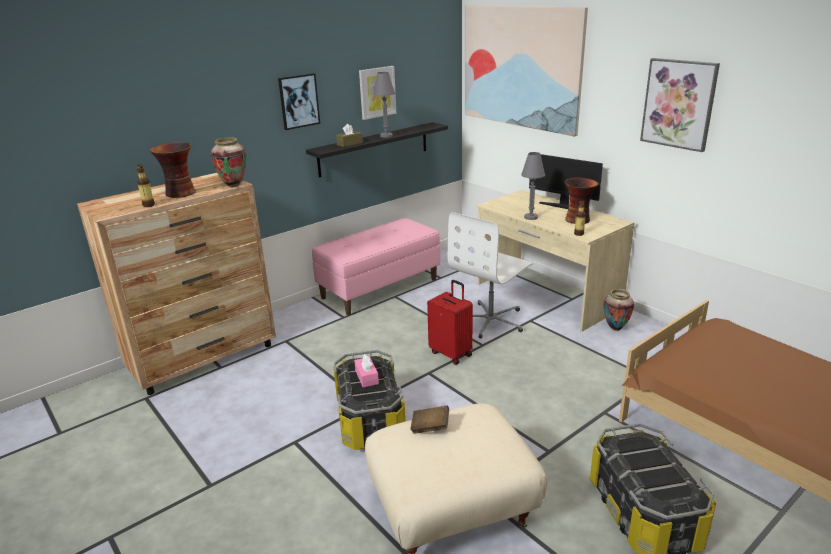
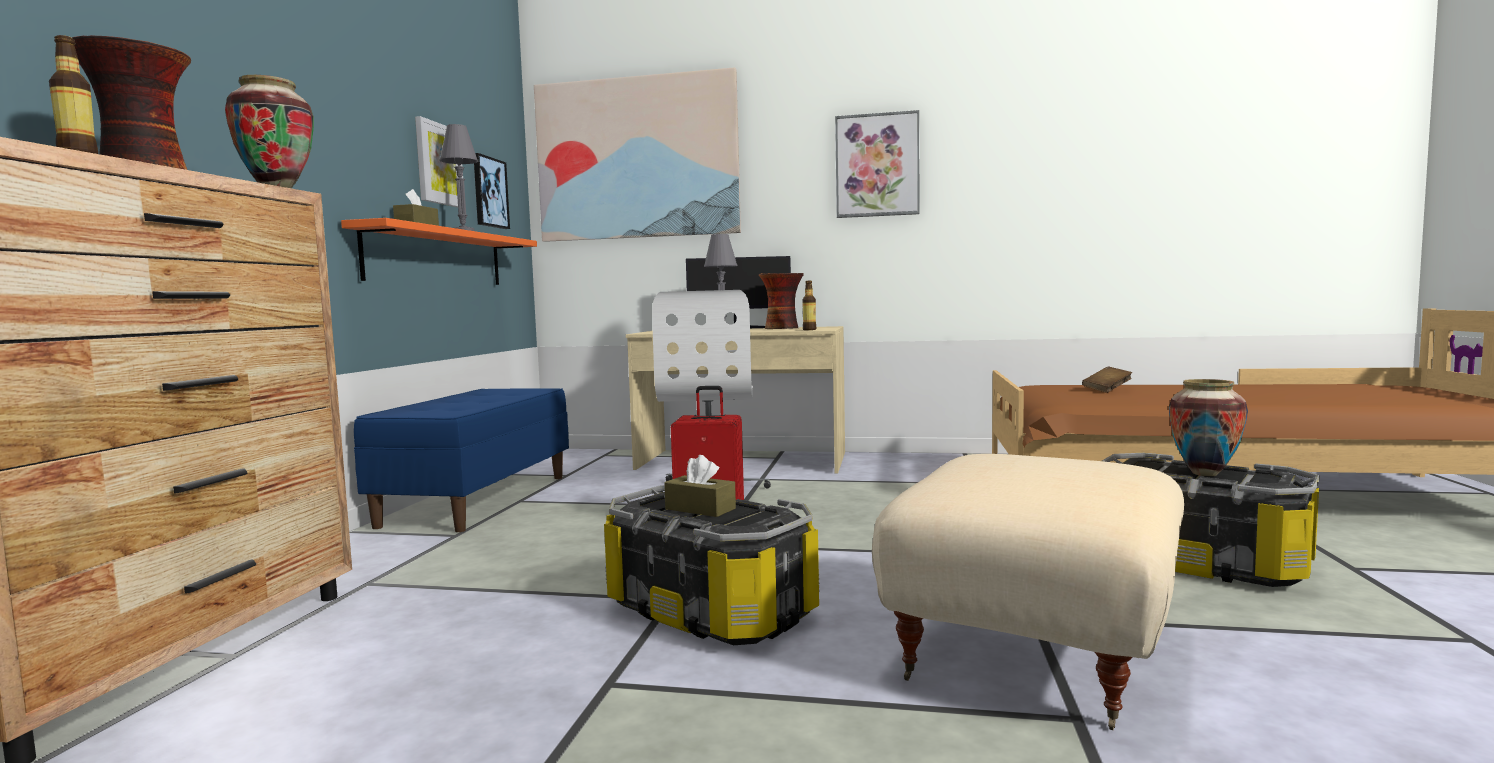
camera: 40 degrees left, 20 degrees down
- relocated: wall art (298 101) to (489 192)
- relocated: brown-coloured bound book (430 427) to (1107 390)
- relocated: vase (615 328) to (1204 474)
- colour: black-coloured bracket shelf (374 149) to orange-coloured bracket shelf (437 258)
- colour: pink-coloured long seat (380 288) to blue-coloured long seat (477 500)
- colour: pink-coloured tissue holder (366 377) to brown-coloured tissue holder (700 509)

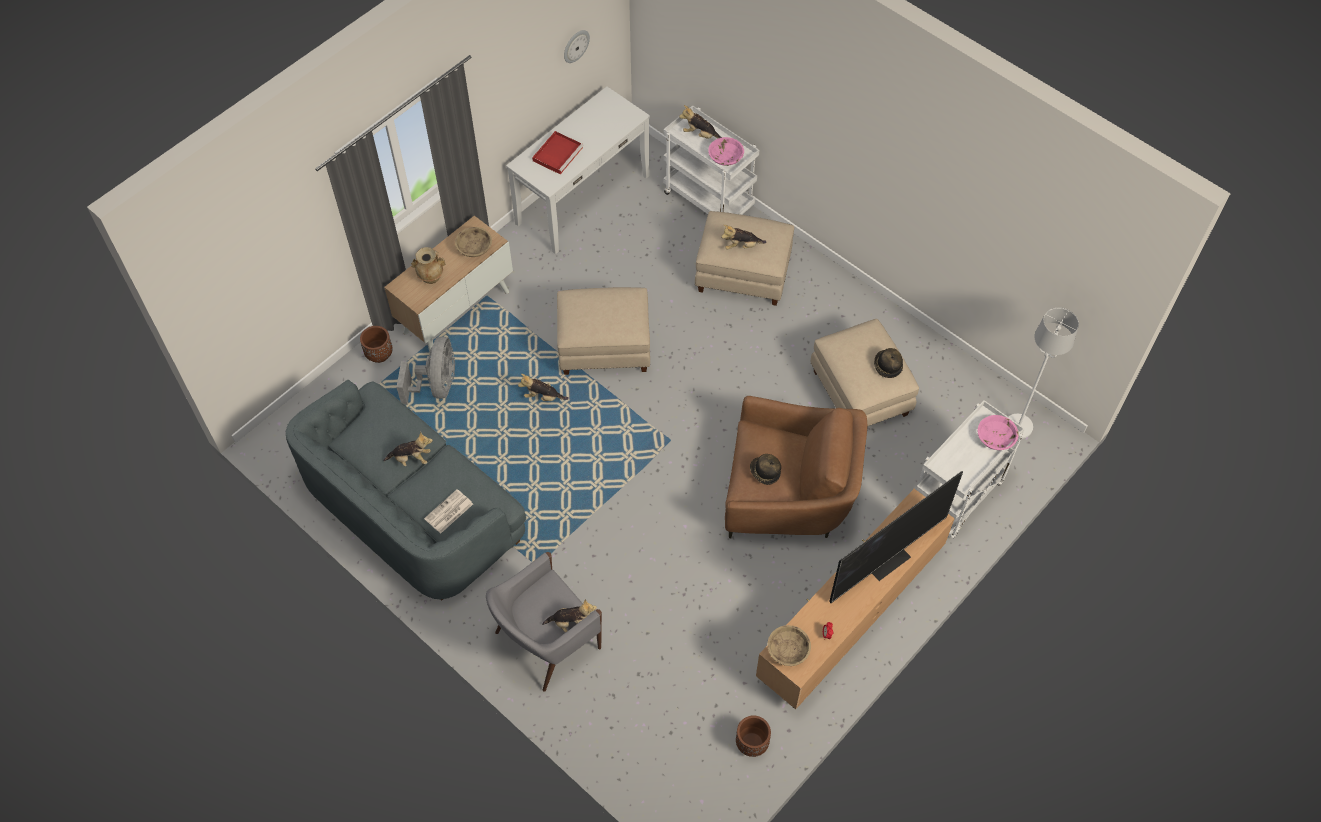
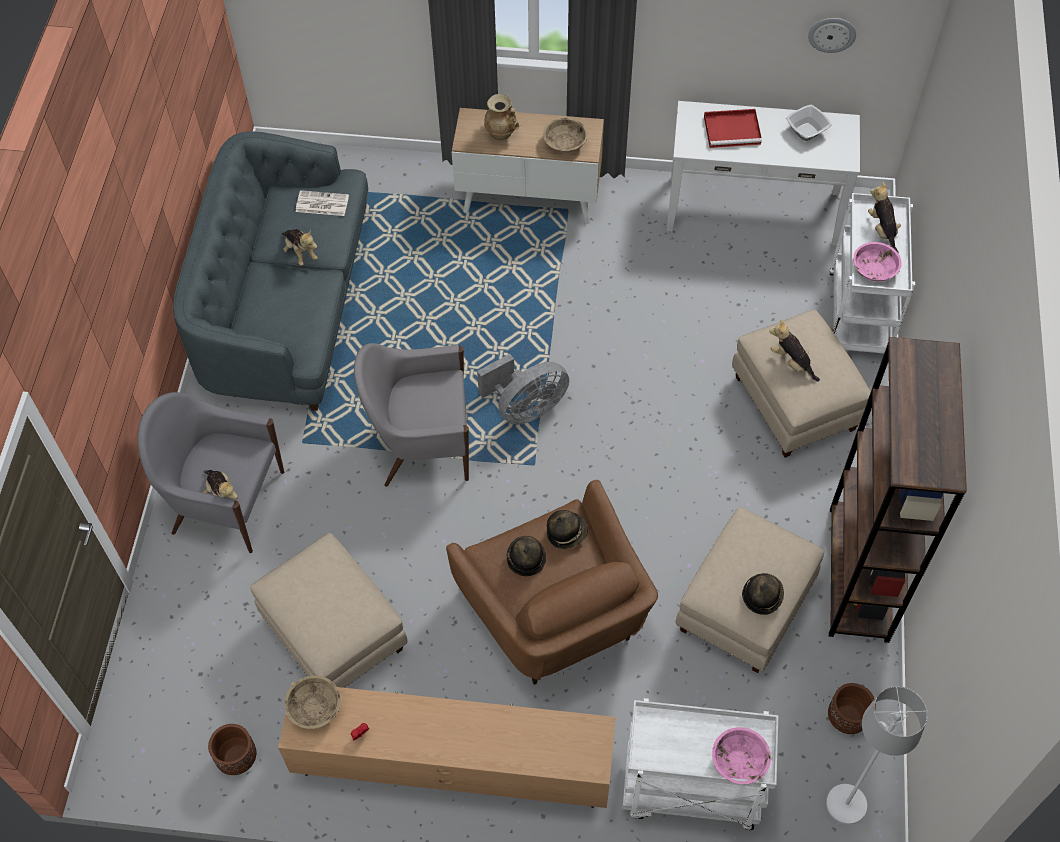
camera: 55 degrees right, 0 degrees up
- missing: plush toy (543 397)
- missing: TV set (887 559)
- appeared: greyish lounge chair (422 443)
- appeared: clothing hat (566 532)
- appeared: bowl (807 132)
- appeared: brown-coloured bookcase (858 574)
- relocated: brown-coloured flower pot (379 354) to (846 718)
- relocated: greyish cooling fan (436 386) to (526 408)
- relocated: newspaper (448 512) to (321 204)
- relocated: sand-coloured pouffe (605 346) to (336 633)

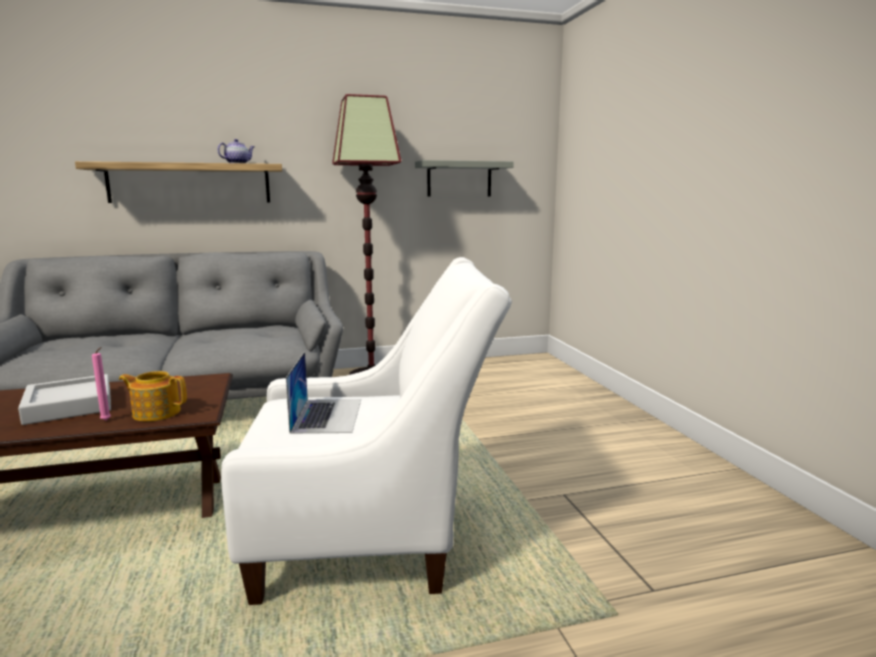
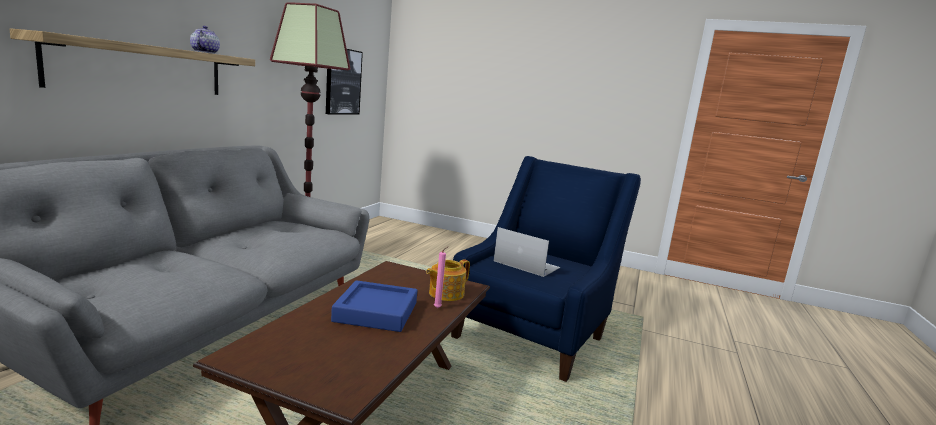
camera: 55 degrees left, 0 degrees up
- exchanged: greyish bracket shelf (459 179) to wall art (342 81)
- colour: greyish serving tray (69 406) to blue-coloured serving tray (376 312)
- colour: white lounge chair (372 535) to blue-coloured lounge chair (533 334)

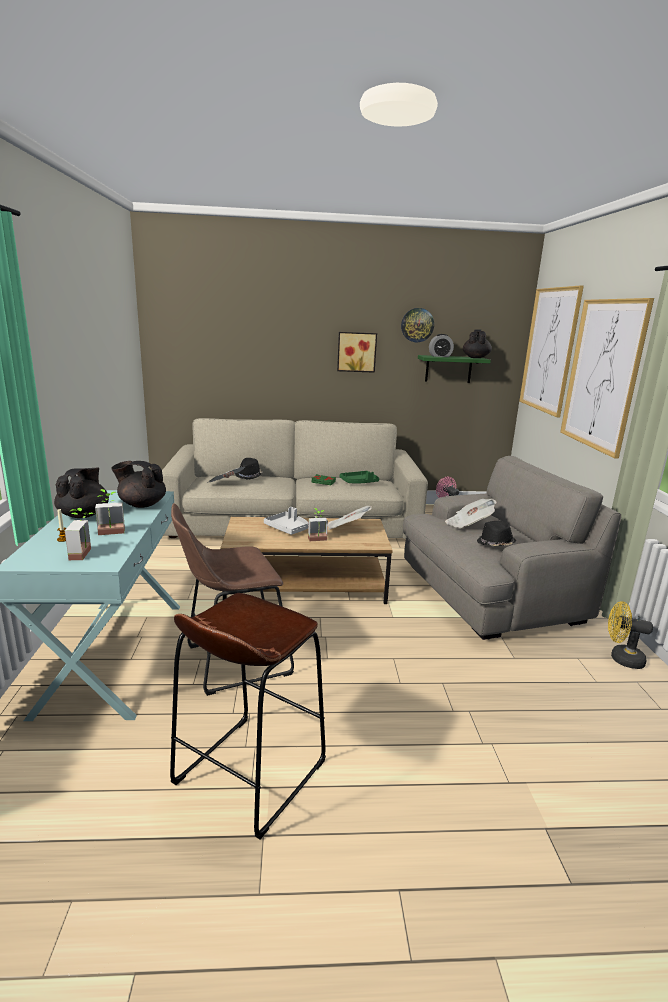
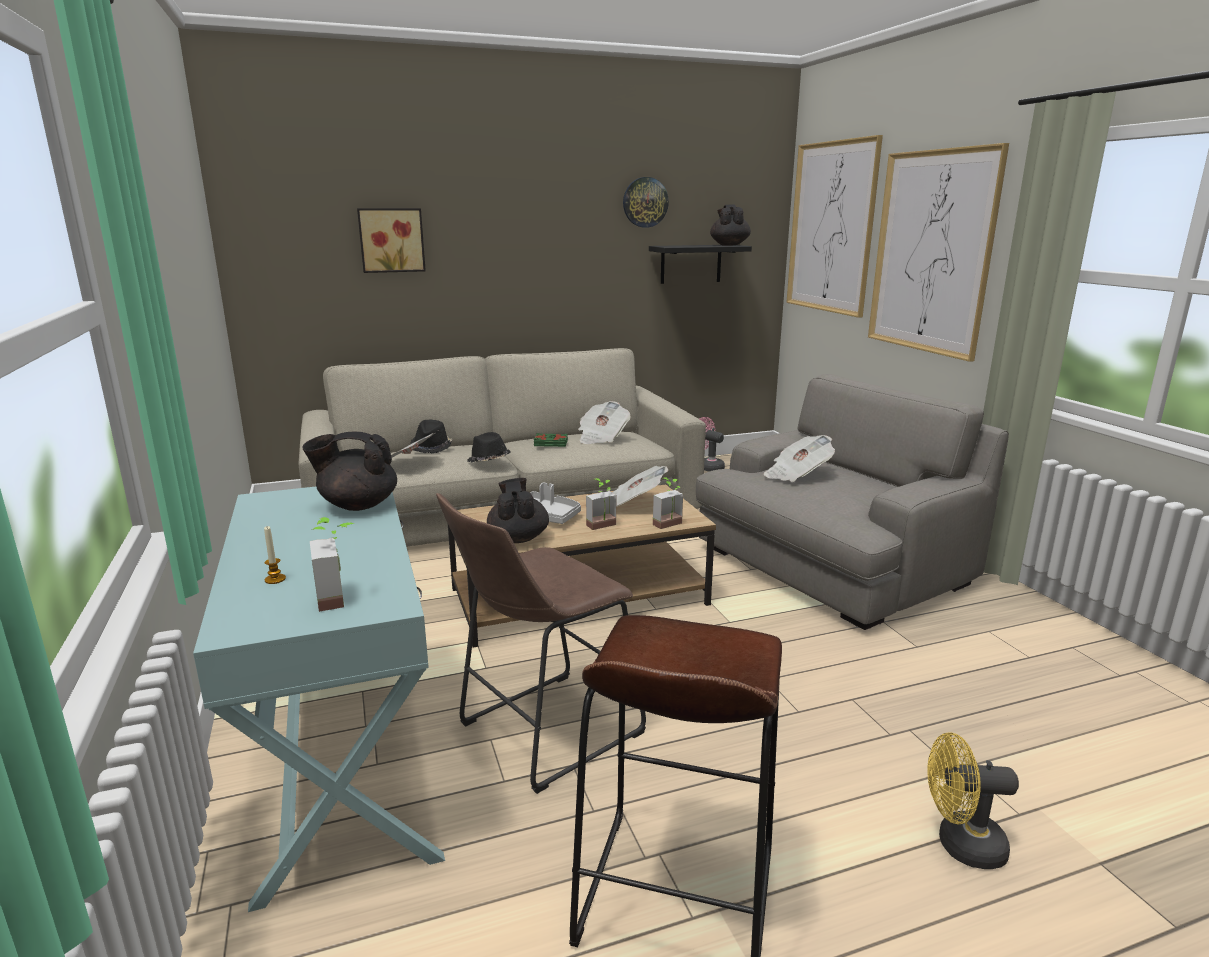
camera: 15 degrees left, 0 degrees up
- missing: table clock (440 356)
- relocated: black-coloured tea pot (84 514) to (518 538)
- relocated: plant in a pot (111 534) to (671 526)
- relocated: wall art (356 352) to (391 240)
- relocated: black-coloured clothing hat (495 544) to (488 460)
- relocated: yellowish cooling fan (621 658) to (960 845)
- exchanged: greenish serving tray (359 482) to newspaper (601 437)
- colour: greenish bracket shelf (448 369) to black-coloured bracket shelf (691 264)

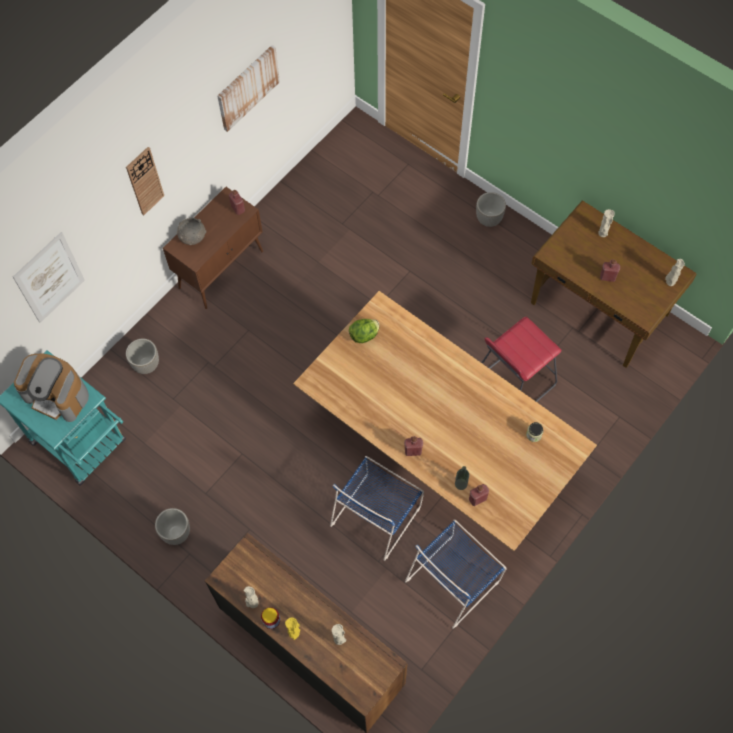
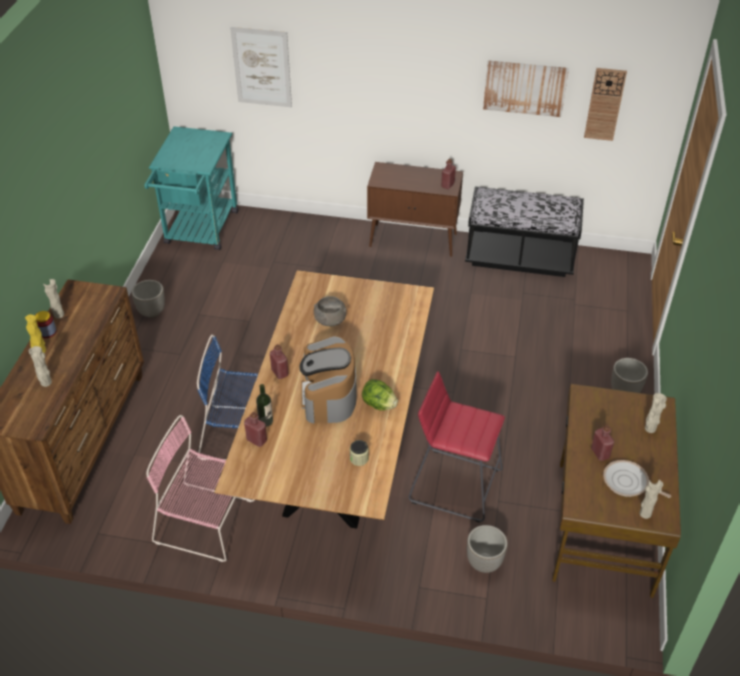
camera: 60 degrees right, 20 degrees down
- appeared: black-coloured long seat (520 257)
- appeared: pan (628 483)
- relocated: coffee machine (57 395) to (329 396)
- relocated: wall clock (144 181) to (604 104)
- relocated: flower pot (146 364) to (484 562)
- relocated: greyish bowl (192 236) to (330 320)
- relocated: lettuce (364 335) to (379 405)
- colour: blue-coloured chair (455 579) to pink-coloured chair (208 522)

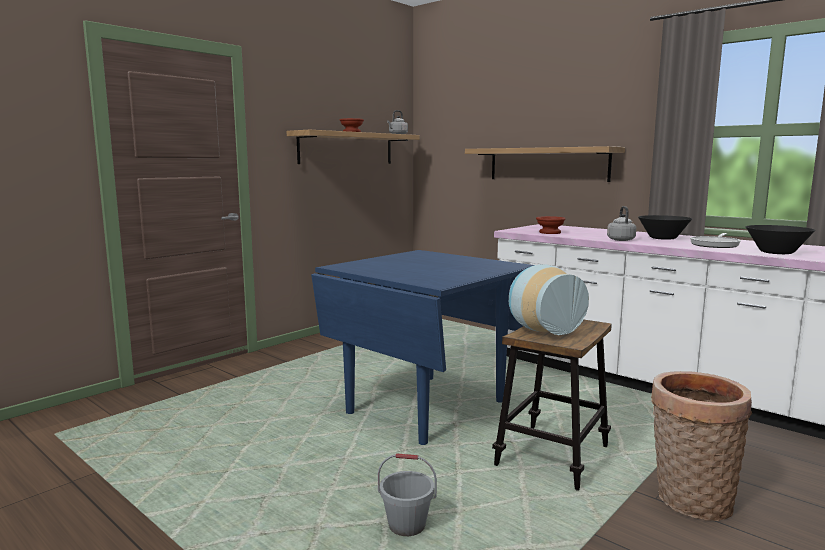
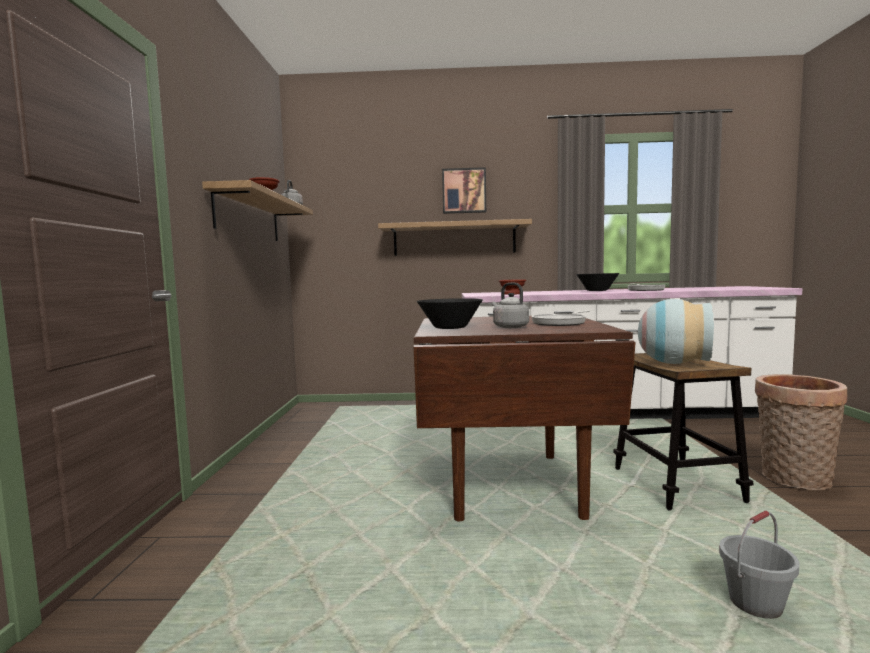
camera: 40 degrees left, 5 degrees down
- appeared: wall art (464 191)
- appeared: pan (561 323)
- relocated: greyish water kettle (620 239) to (509 327)
- relocated: black-coloured bowl (776 252) to (450 327)
- colour: blue-coloured kitchen table (425 407) to brown-coloured kitchen table (509 485)

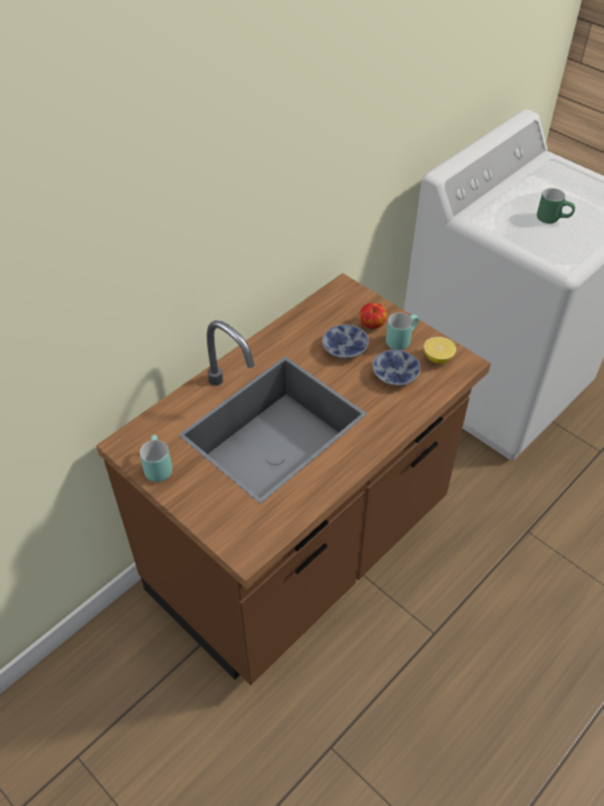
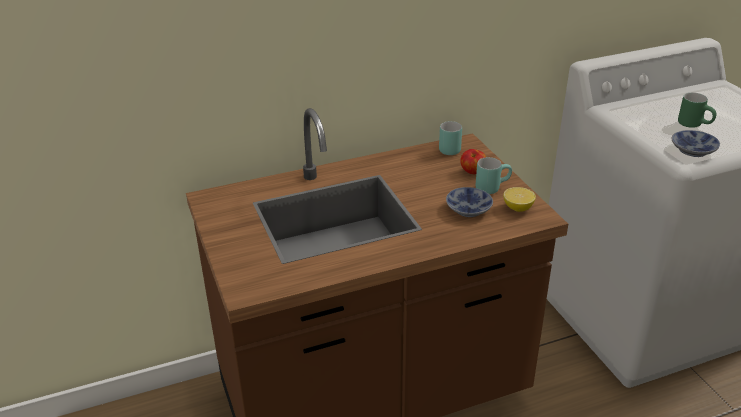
camera: 25 degrees right, 15 degrees down
- relocated: turquoise tea mug (156 467) to (449 148)
- relocated: bowl (346 347) to (694 150)

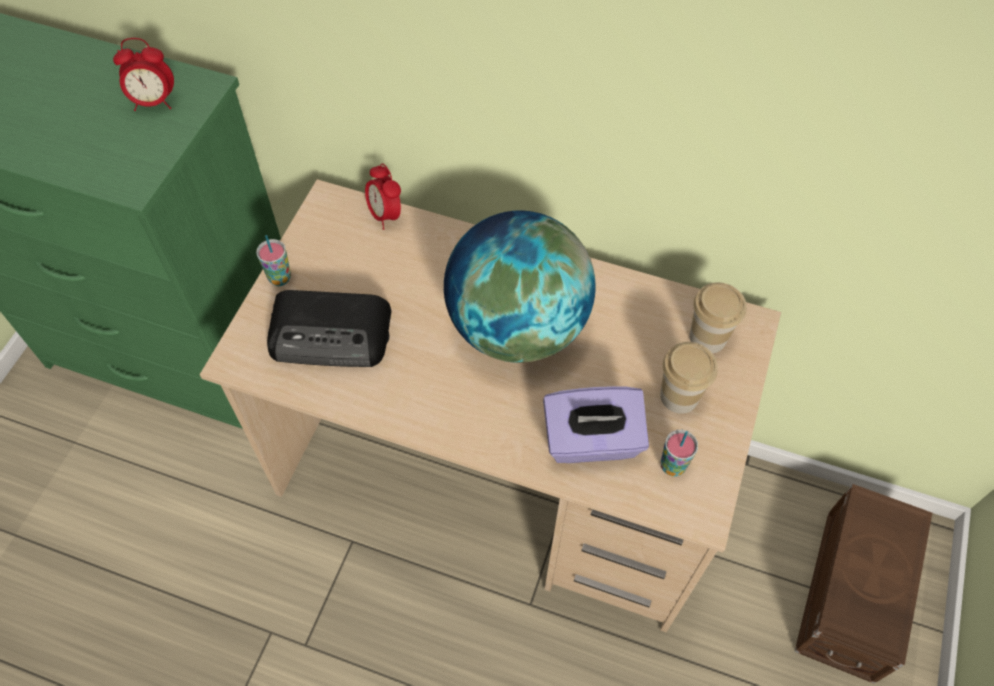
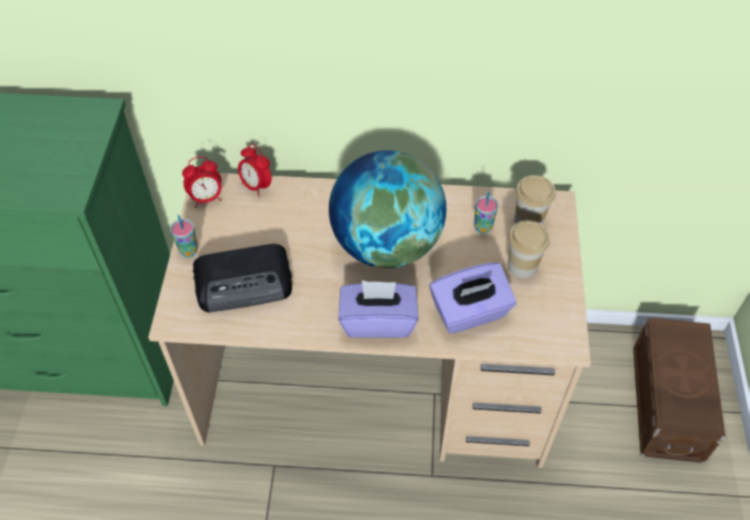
camera: 15 degrees left, 5 degrees down
- appeared: purple tissue holder (378 321)
- relocated: table clock (154 102) to (206 198)
- relocated: drinking cup (672 466) to (483 227)

